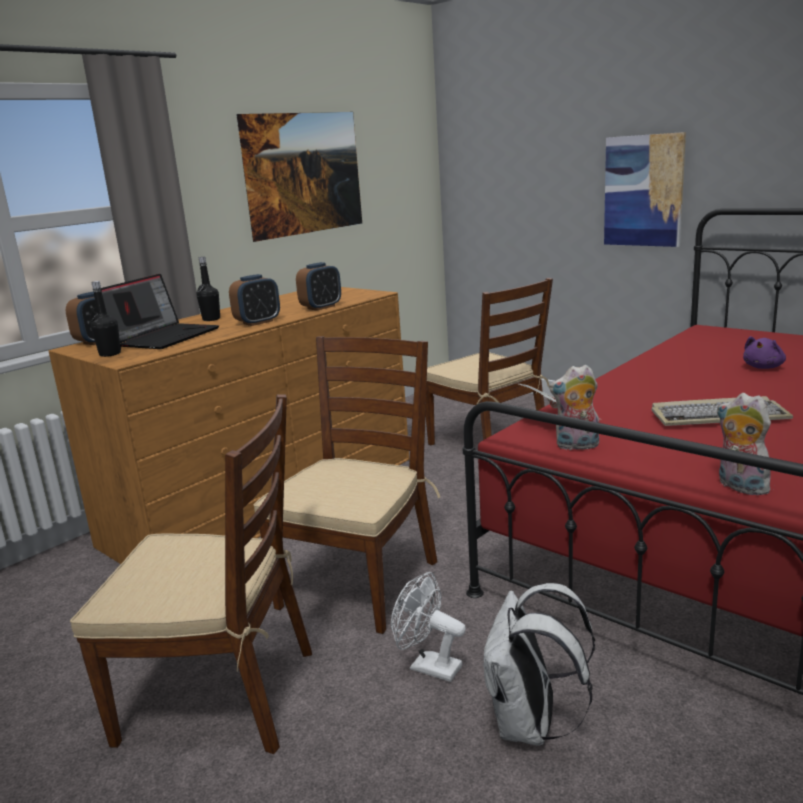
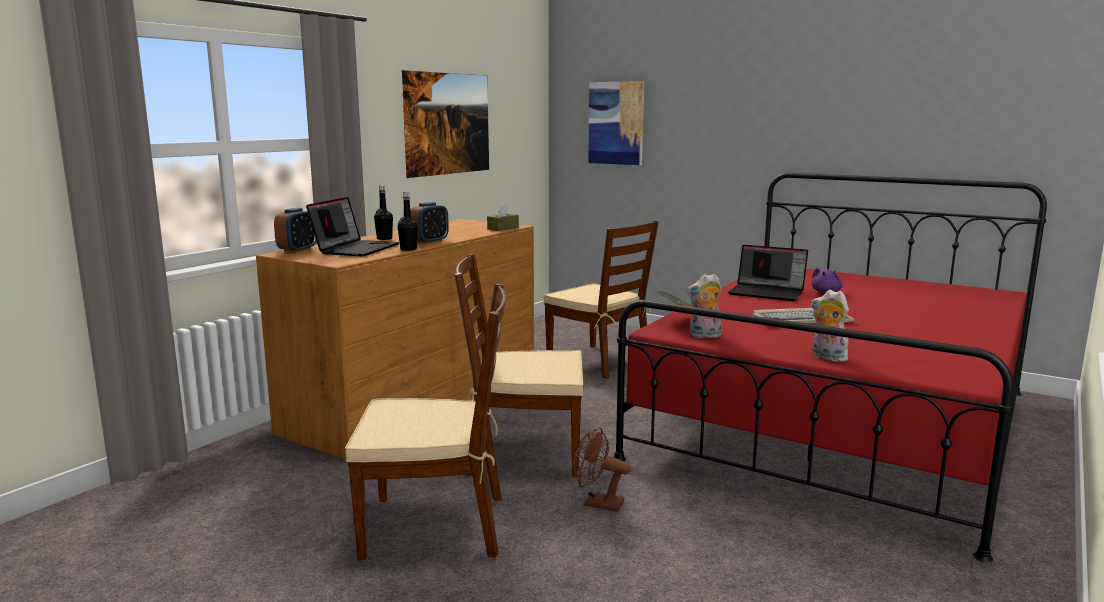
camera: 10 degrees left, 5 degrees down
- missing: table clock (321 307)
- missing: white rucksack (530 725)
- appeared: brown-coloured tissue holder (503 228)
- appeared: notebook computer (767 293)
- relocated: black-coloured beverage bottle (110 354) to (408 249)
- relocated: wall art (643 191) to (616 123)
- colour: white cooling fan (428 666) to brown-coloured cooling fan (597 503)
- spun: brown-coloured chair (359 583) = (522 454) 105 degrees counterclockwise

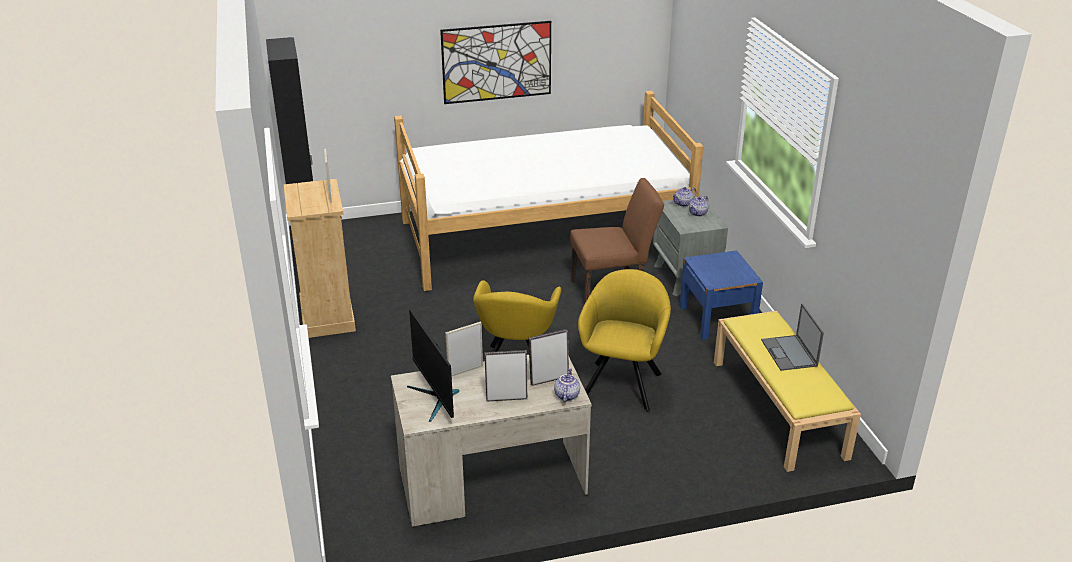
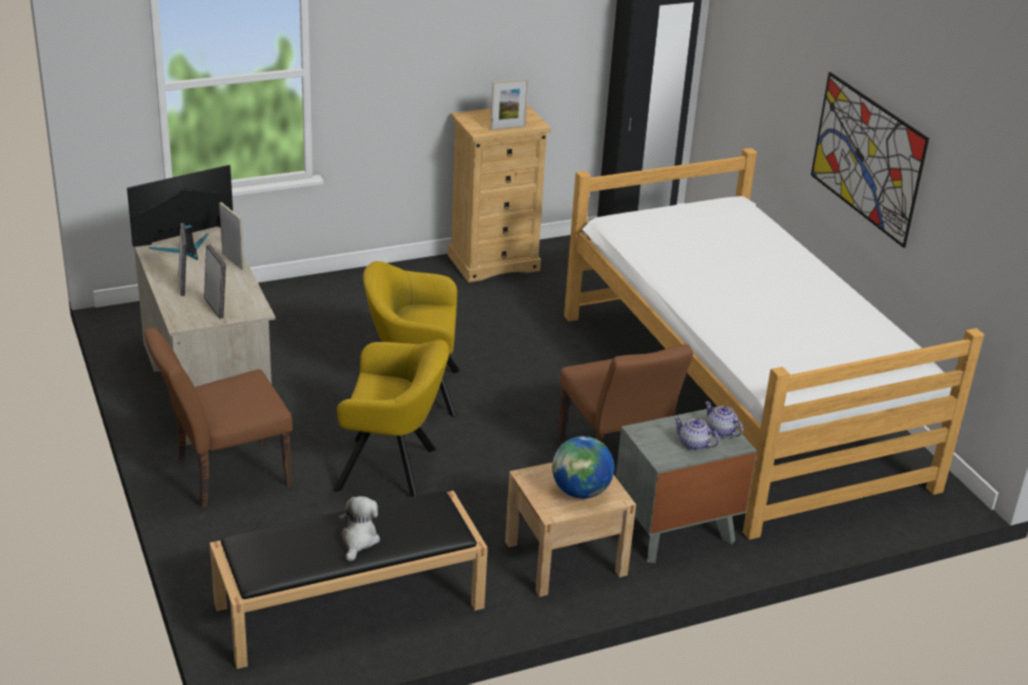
camera: 80 degrees right, 0 degrees up
- missing: tea pot (566 395)
- appeared: brown-coloured chair (224 477)
- appeared: desk globe (580 492)
- exchanged: notebook computer (789 353) to plush toy (358 540)
- colour: blue-coloured bedside table (717 318) to sand-coloured bedside table (565 558)
- colour: yellowish long seat (779 408) to black-coloured long seat (348 607)

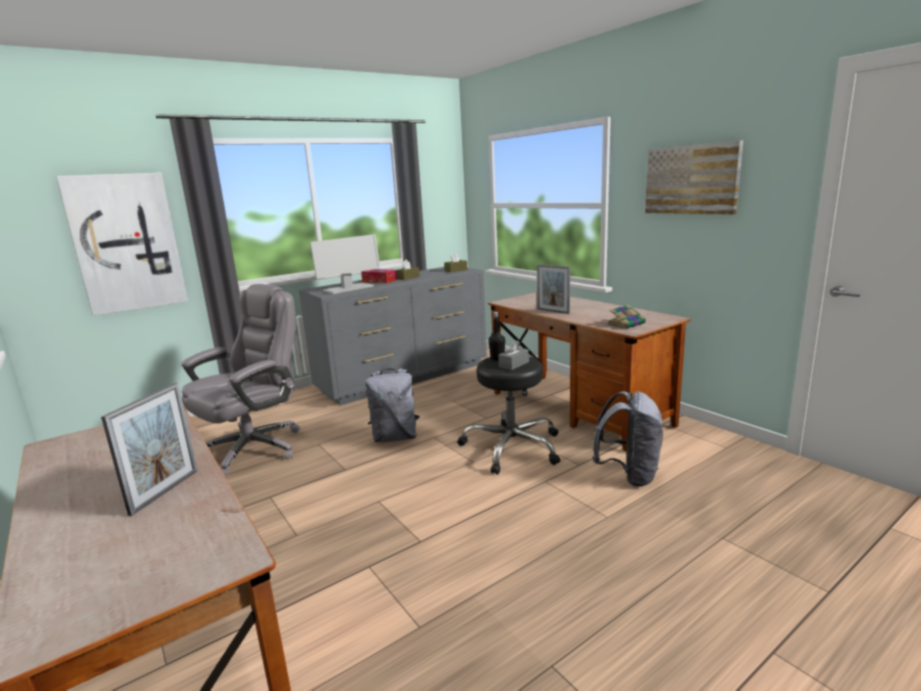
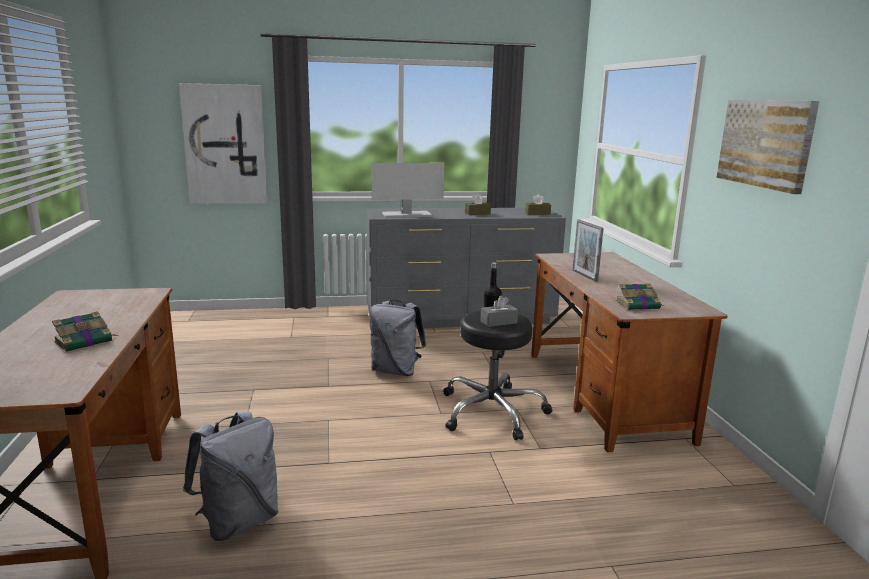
camera: 25 degrees right, 0 degrees up
- missing: greyish office chair (254 448)
- missing: tissue holder (379 281)
- relocated: greyish rucksack (629 475) to (238 522)
- exchanged: picture frame (165 491) to bound book (85 341)

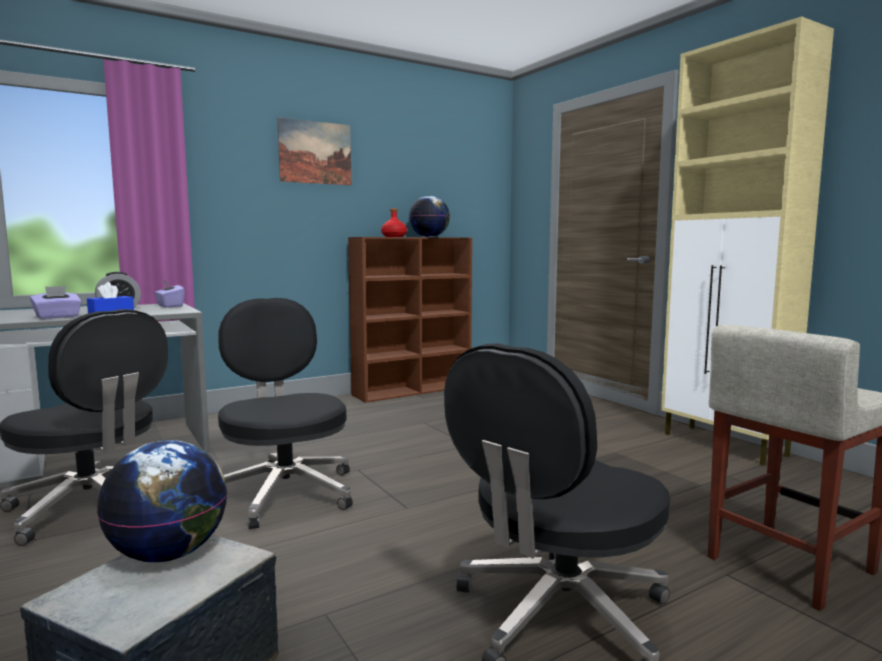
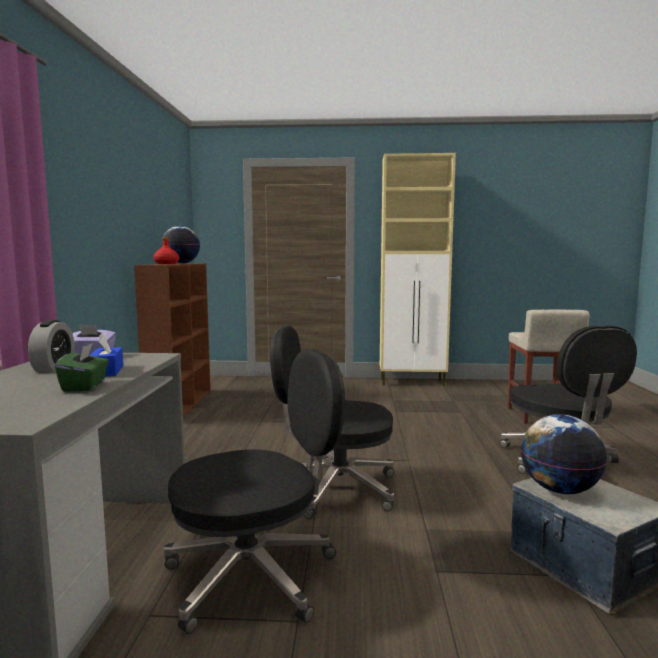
camera: 55 degrees left, 0 degrees up
- missing: wall art (315 152)
- colour: purple tissue holder (57 317) to greenish tissue holder (85 386)

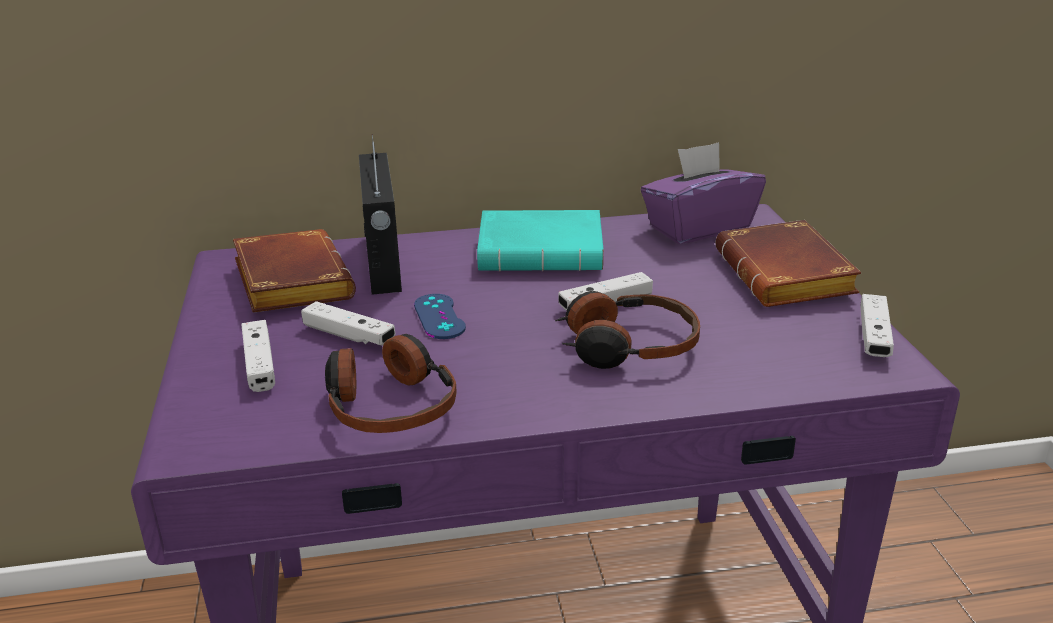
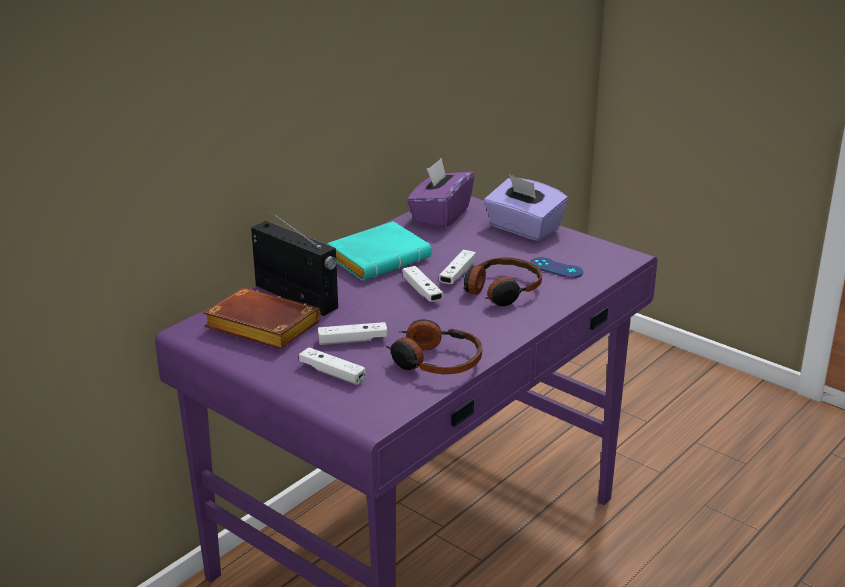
camera: 40 degrees left, 0 degrees up
- relocated: blue-coloured game controller (439 317) to (556 268)
- relocated: white game controller (874 337) to (422 291)
- exchanged: brown-coloured bound book (789 277) to purple tissue holder (523 229)

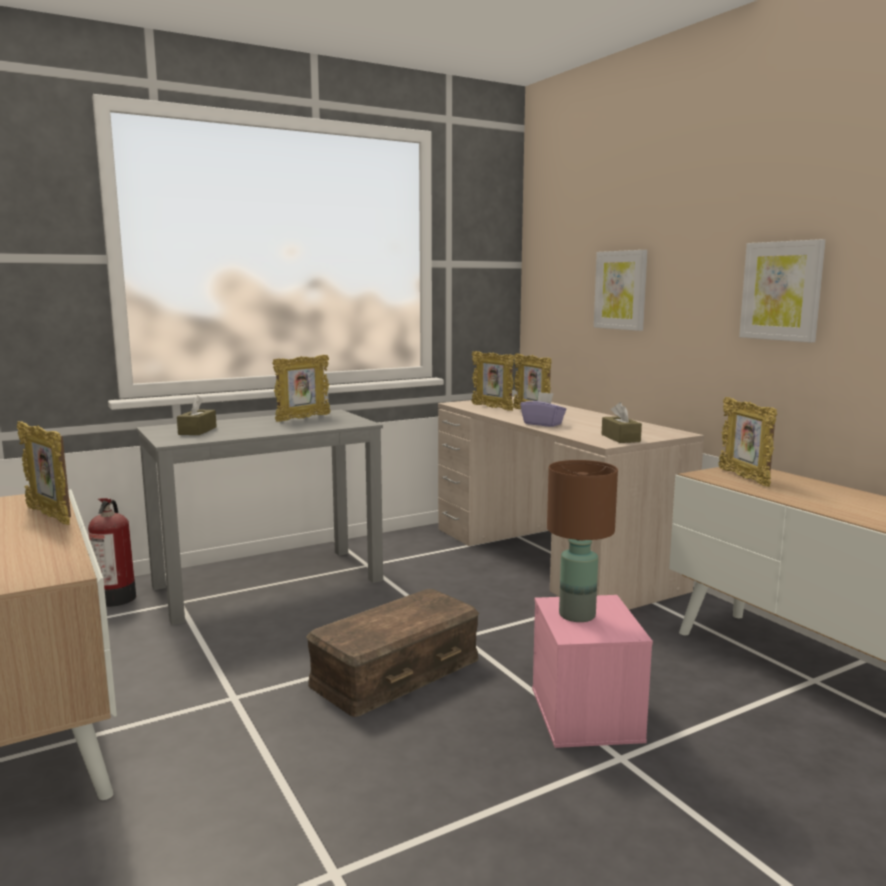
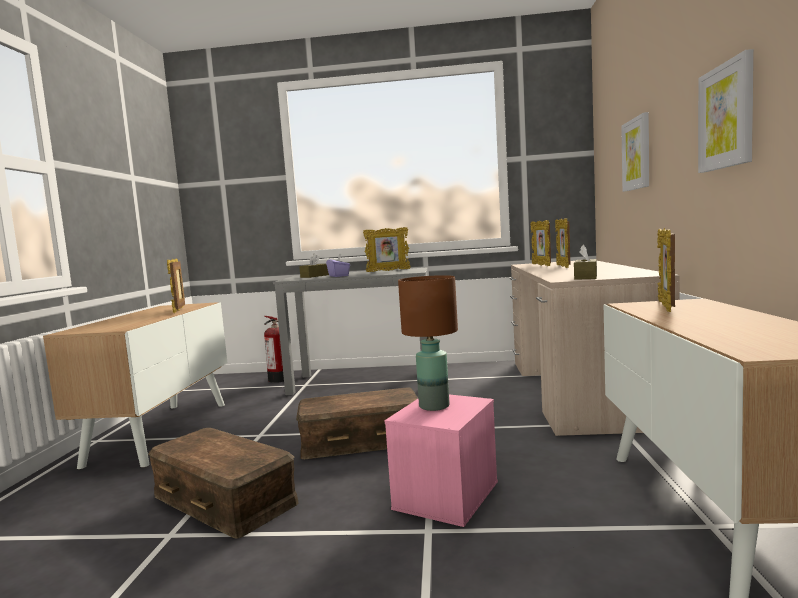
camera: 35 degrees right, 5 degrees down
- appeared: brown-coloured storage bin (225 498)
- relocated: purple tissue holder (543 424) to (339 276)

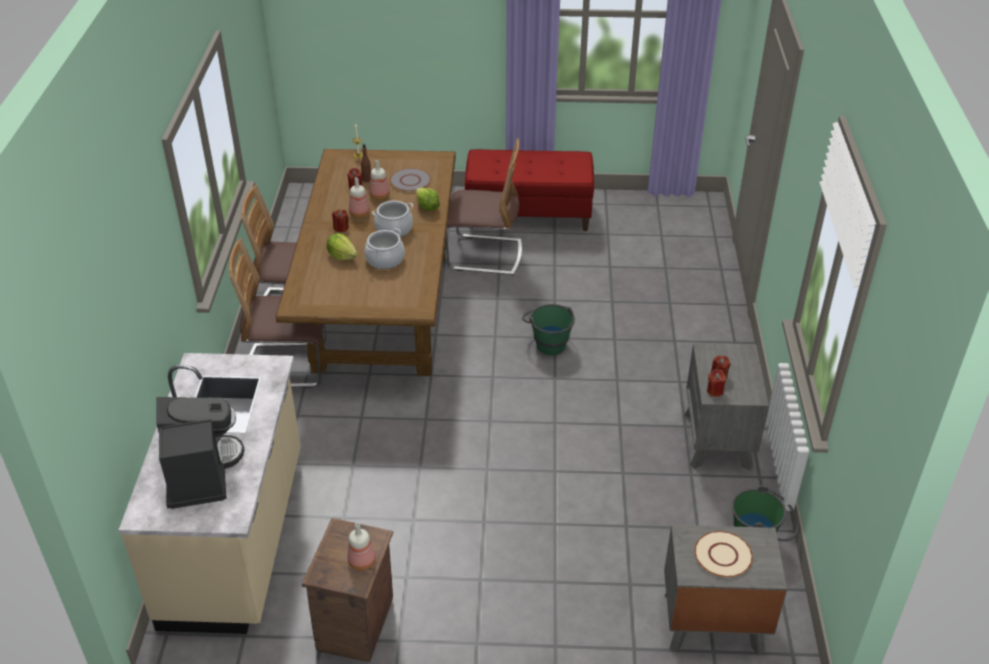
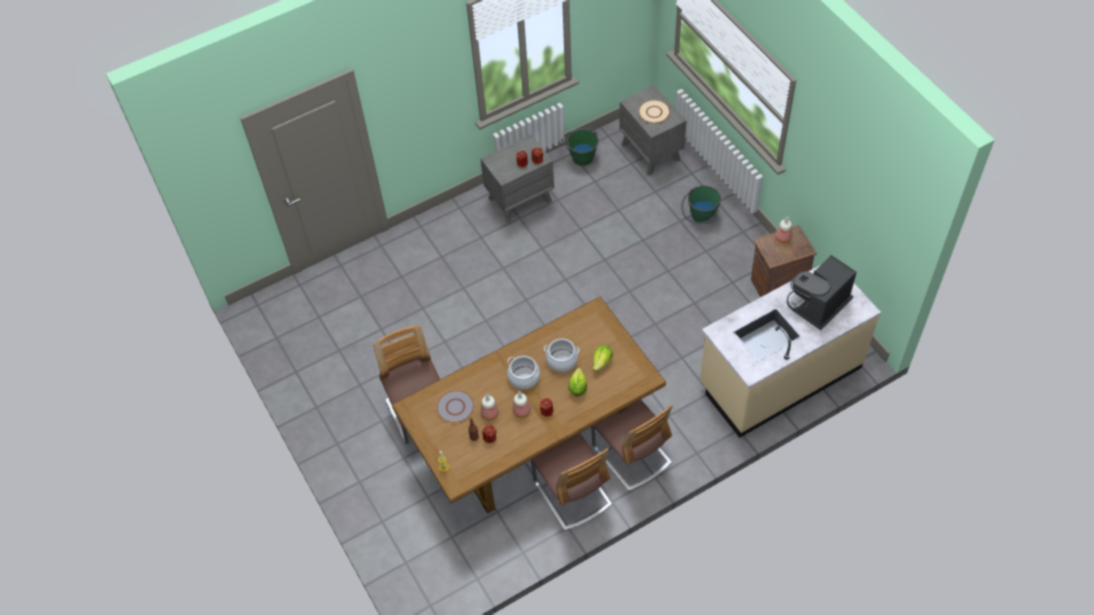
camera: 120 degrees left, 15 degrees up
- missing: red long seat (528 214)
- relocated: lettuce (427 207) to (602 362)
- relocated: greenish pail (548 342) to (700 218)

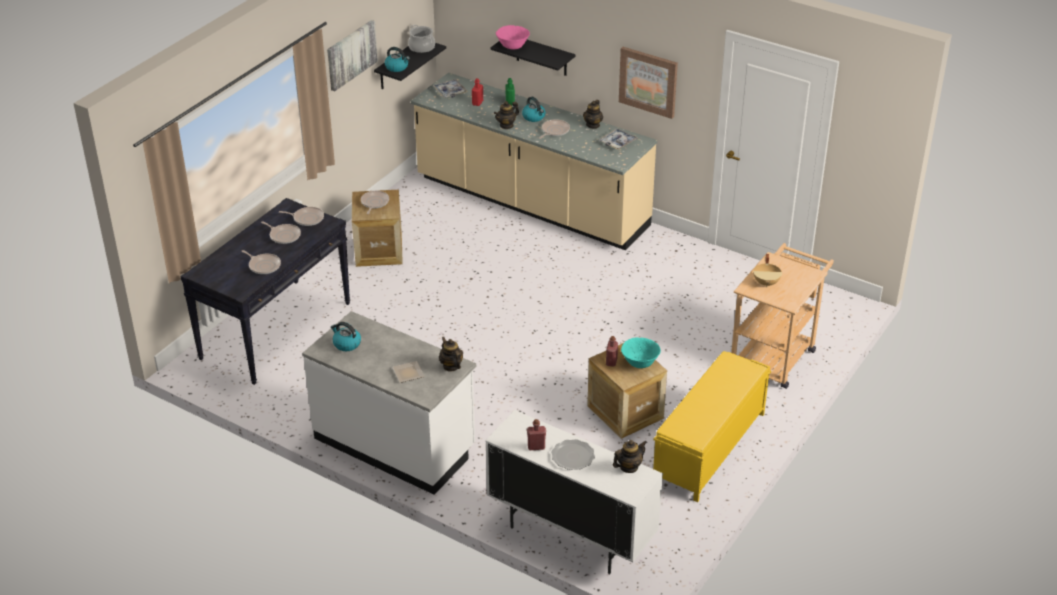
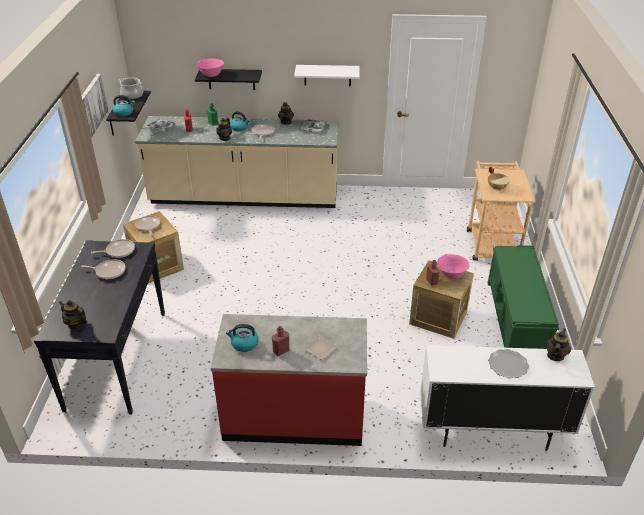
camera: 30 degrees left, 0 degrees up
- missing: pan (263 265)
- relocated: tea pot (451 366) to (76 324)
- relocated: red beverage bottle (536 447) to (281 351)
- exchanged: wall art (648 81) to white bracket shelf (327 75)
- colour: white kitchen base unit (395 444) to red kitchen base unit (294 415)
- colour: turquoise bowl (640 363) to pink-coloured bowl (451 275)
- colour: yellowish long seat (709 448) to greenish long seat (515 321)

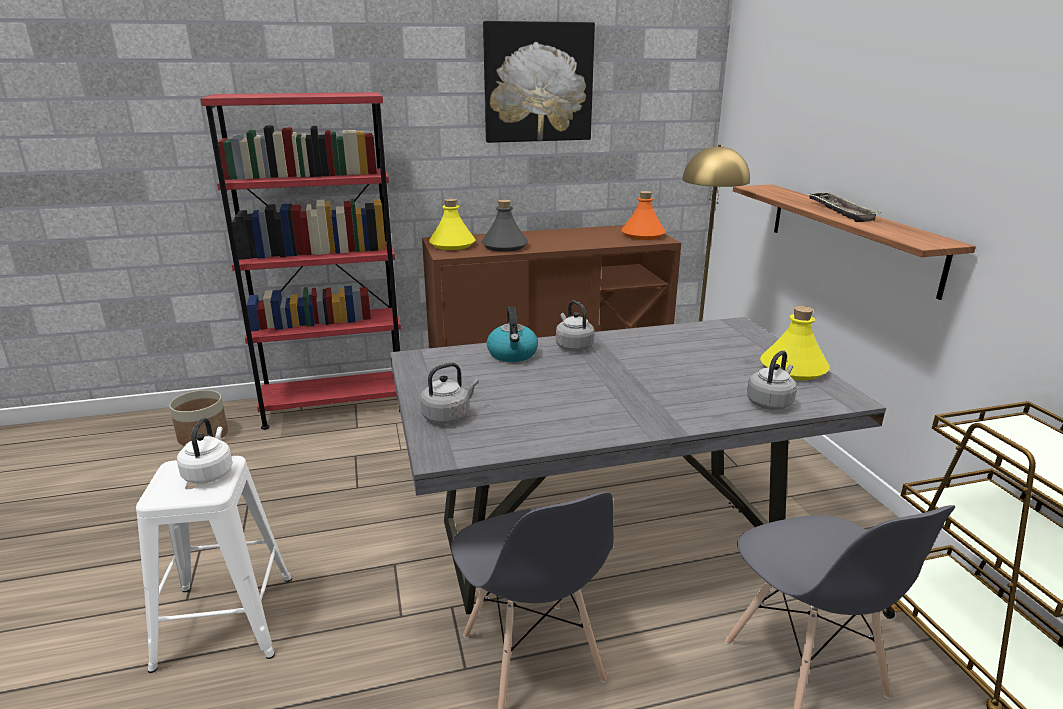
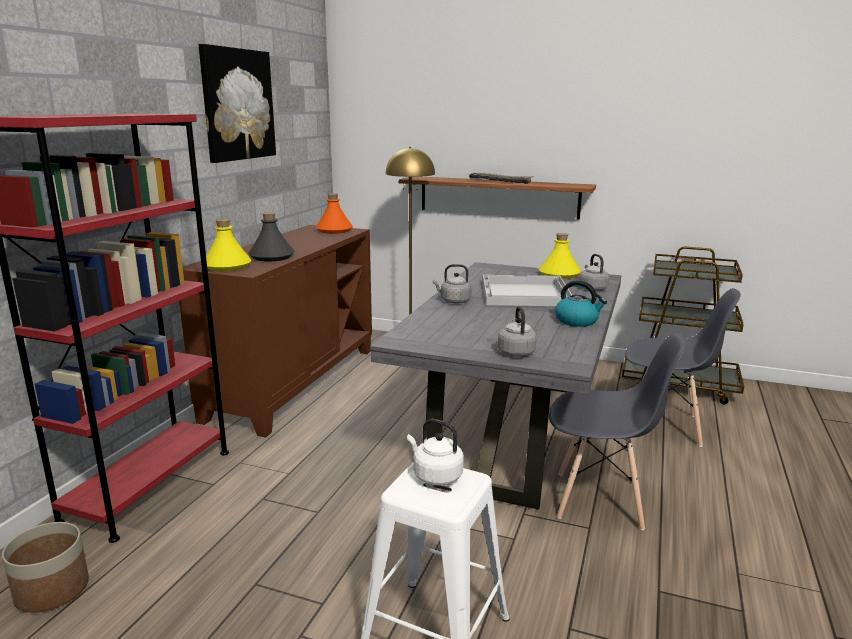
camera: 55 degrees left, 5 degrees down
- appeared: white serving tray (524 293)
- relocated: water kettle (512 354) to (577 321)

